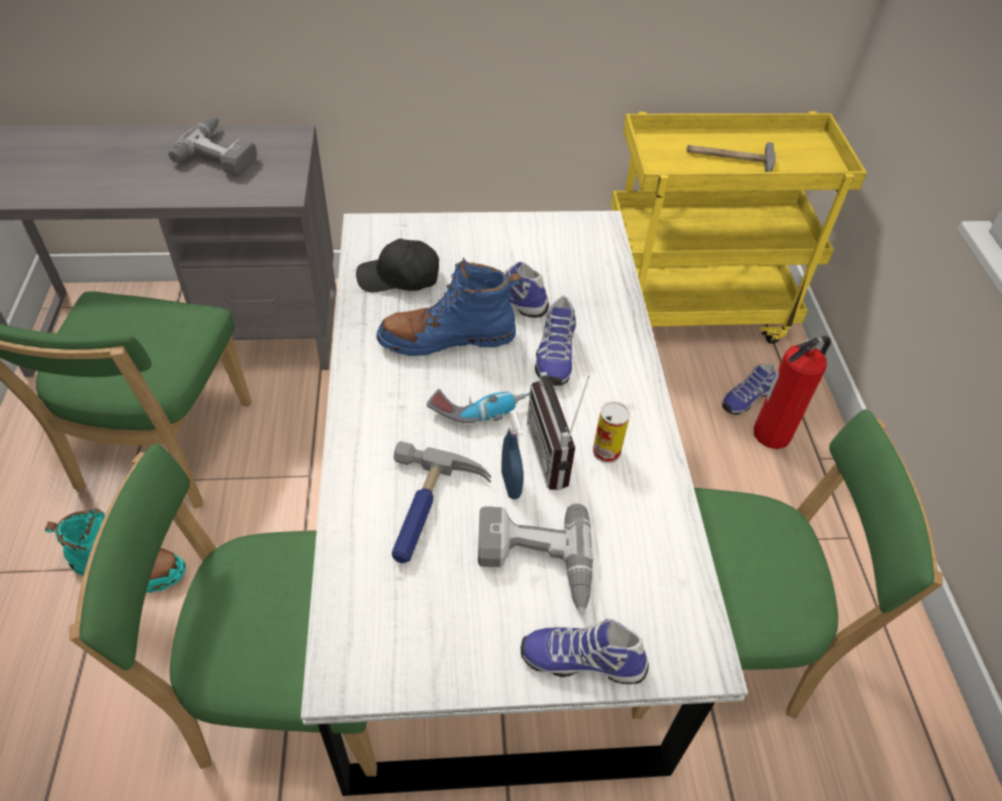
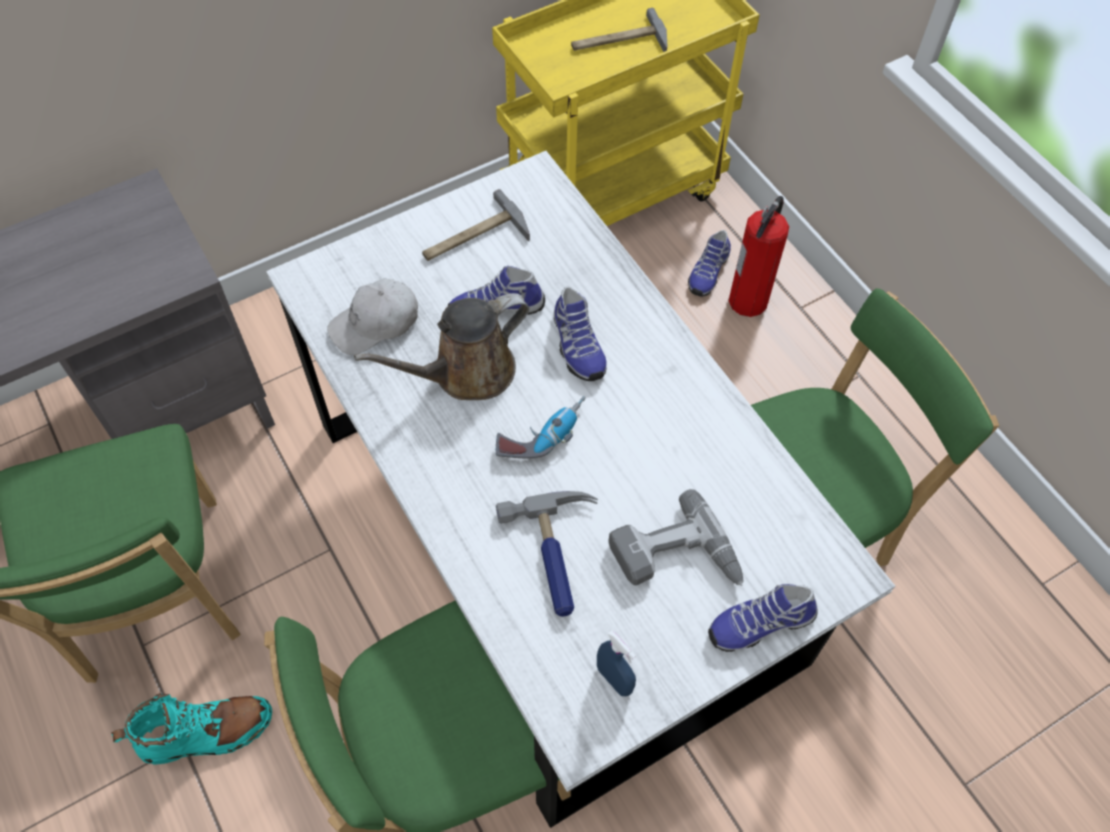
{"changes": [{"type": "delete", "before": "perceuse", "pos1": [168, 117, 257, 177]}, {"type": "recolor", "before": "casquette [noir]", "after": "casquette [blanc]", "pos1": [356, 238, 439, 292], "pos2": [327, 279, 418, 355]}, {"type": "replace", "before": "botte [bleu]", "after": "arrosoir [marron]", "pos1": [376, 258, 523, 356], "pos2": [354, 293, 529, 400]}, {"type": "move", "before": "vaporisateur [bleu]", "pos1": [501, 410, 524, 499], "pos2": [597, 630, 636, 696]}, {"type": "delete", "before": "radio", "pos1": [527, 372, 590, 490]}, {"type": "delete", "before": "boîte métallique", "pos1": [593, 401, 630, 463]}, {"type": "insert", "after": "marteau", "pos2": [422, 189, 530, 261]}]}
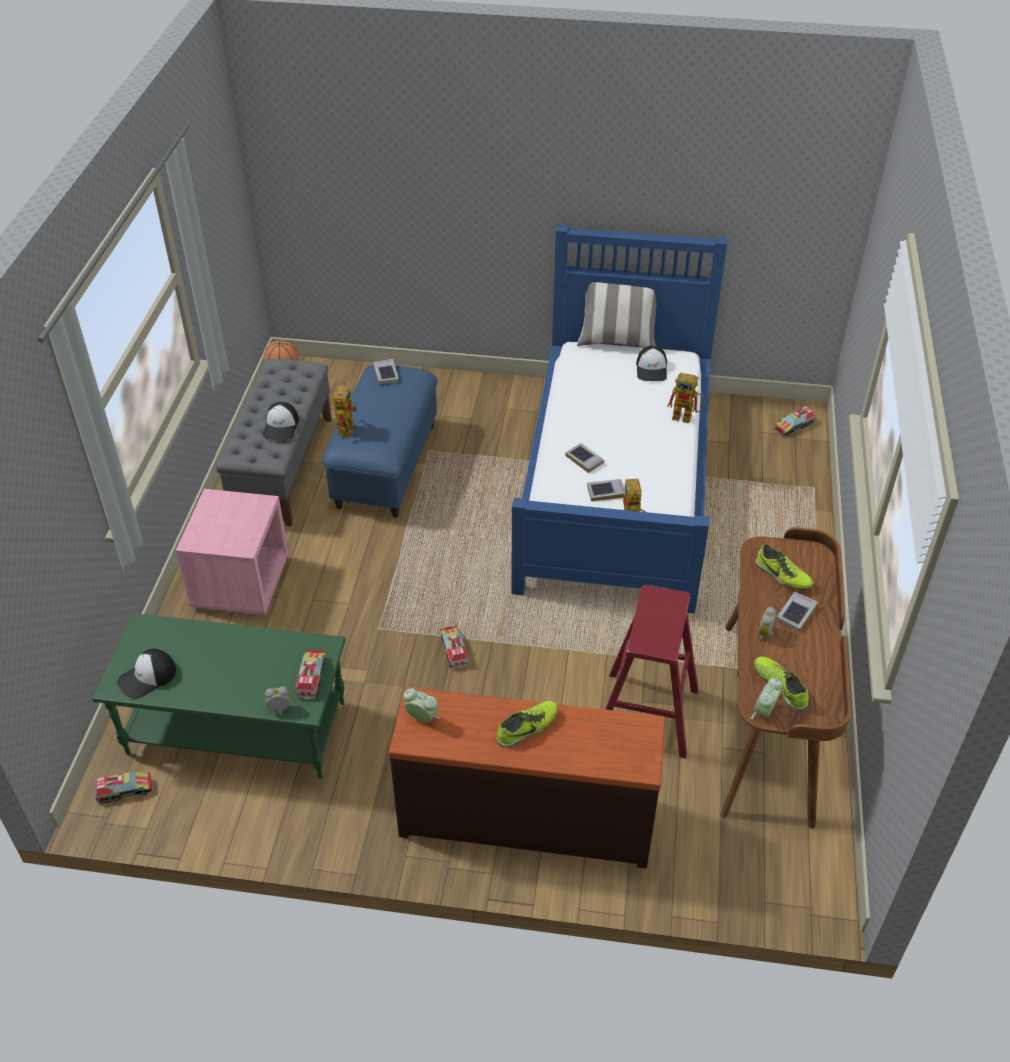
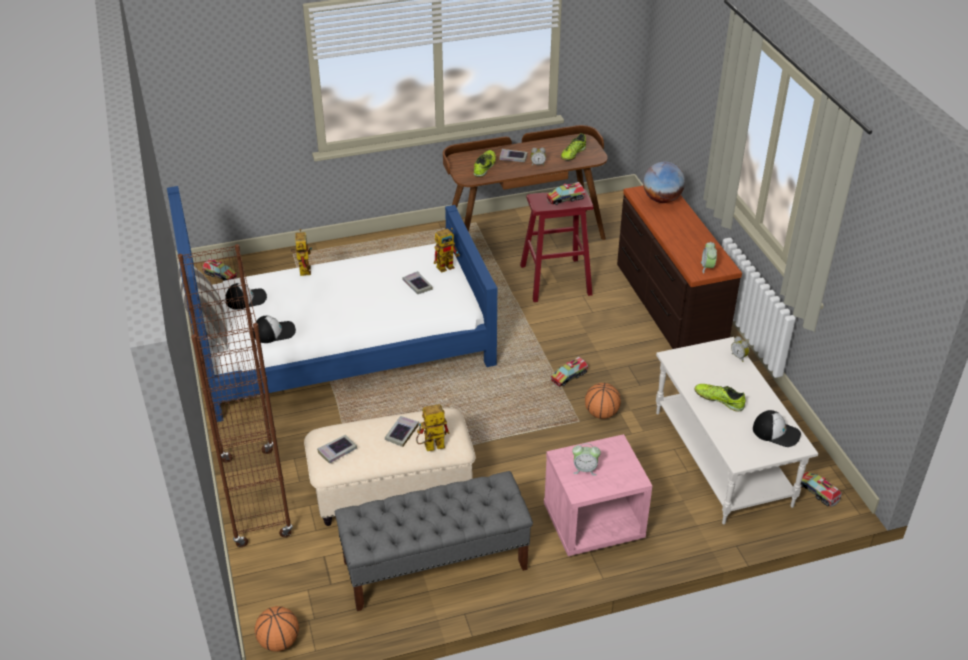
{"changes": [{"type": "recolor", "before": "table basse [vert]", "after": "table basse [blanc]", "pos1": [92, 613, 346, 779], "pos2": [656, 337, 818, 524]}, {"type": "move", "before": "casquette", "pos1": [263, 402, 299, 440], "pos2": [253, 316, 296, 343]}, {"type": "move", "before": "camion jouet", "pos1": [295, 650, 326, 700], "pos2": [547, 182, 585, 205]}, {"type": "recolor", "before": "pouf [bleu]", "after": "pouf [beige]", "pos1": [322, 365, 438, 518], "pos2": [304, 408, 476, 526]}, {"type": "move", "before": "chaussure", "pos1": [497, 701, 558, 747], "pos2": [695, 384, 746, 412]}, {"type": "move", "before": "livre", "pos1": [565, 443, 604, 473], "pos2": [385, 416, 419, 447]}, {"type": "move", "before": "réveil", "pos1": [751, 678, 782, 719], "pos2": [572, 443, 601, 476]}, {"type": "insert", "after": "bibliothèque [marron]", "pos2": [178, 244, 293, 547]}, {"type": "insert", "after": "ballon de basket", "pos2": [585, 383, 621, 419]}, {"type": "insert", "after": "globe", "pos2": [643, 162, 685, 203]}]}
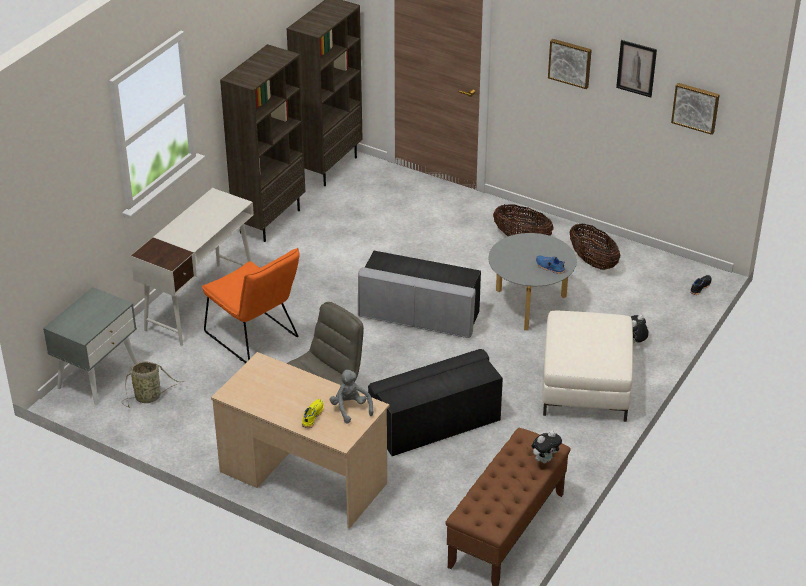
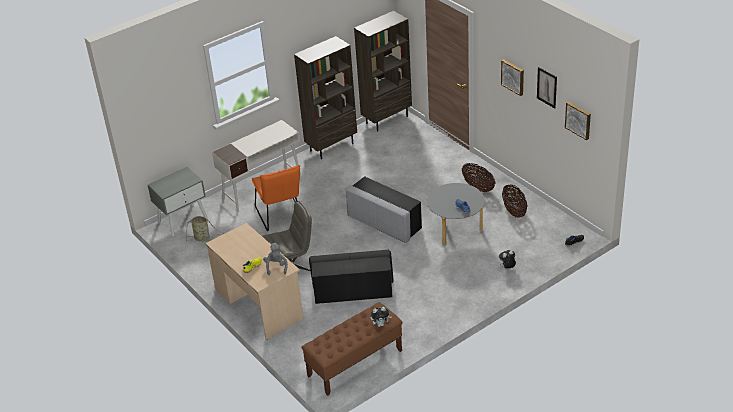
{"changes": [{"type": "delete", "before": "pouf [blanc]", "pos1": [542, 311, 633, 422]}]}
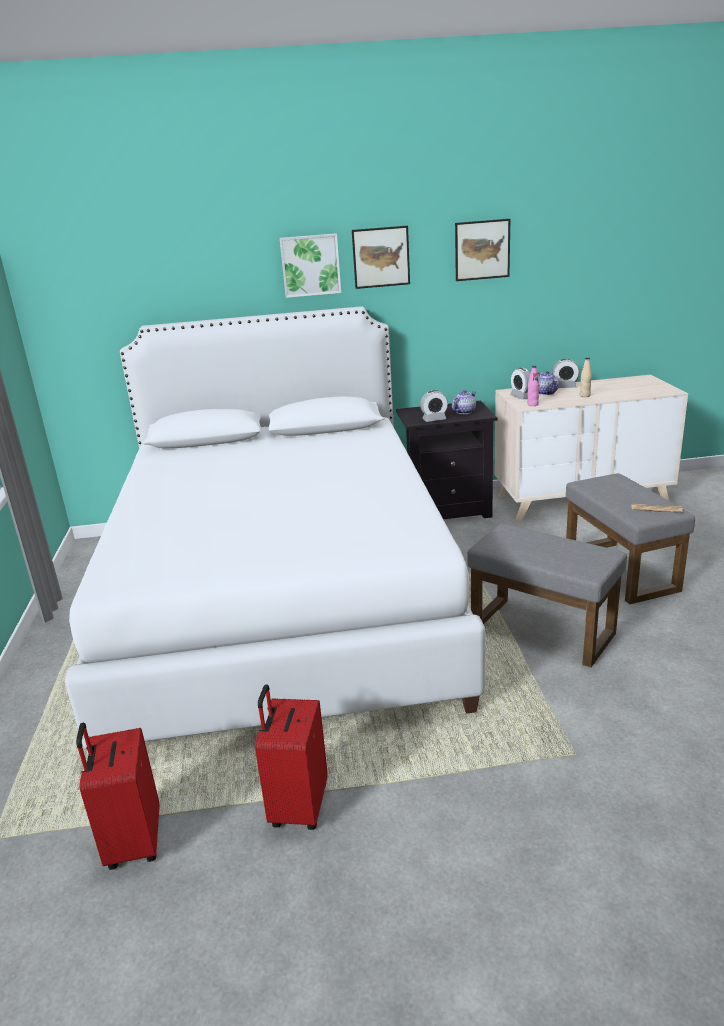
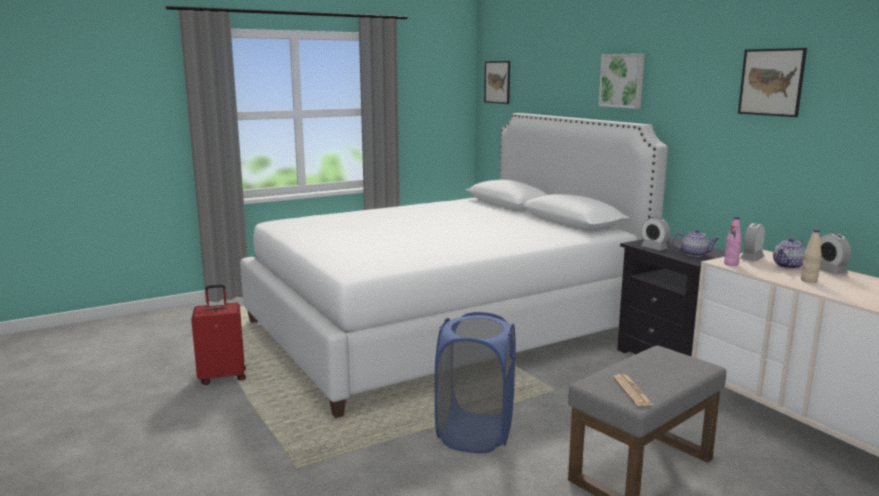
{"changes": [{"type": "delete", "before": "valise [rouge]", "pos1": [76, 723, 159, 870]}, {"type": "move", "before": "tableau", "pos1": [352, 226, 410, 289], "pos2": [484, 61, 510, 104]}, {"type": "replace", "before": "pouf [gris]", "after": "panier à linge [bleu]", "pos1": [467, 524, 627, 667], "pos2": [435, 312, 515, 453]}]}
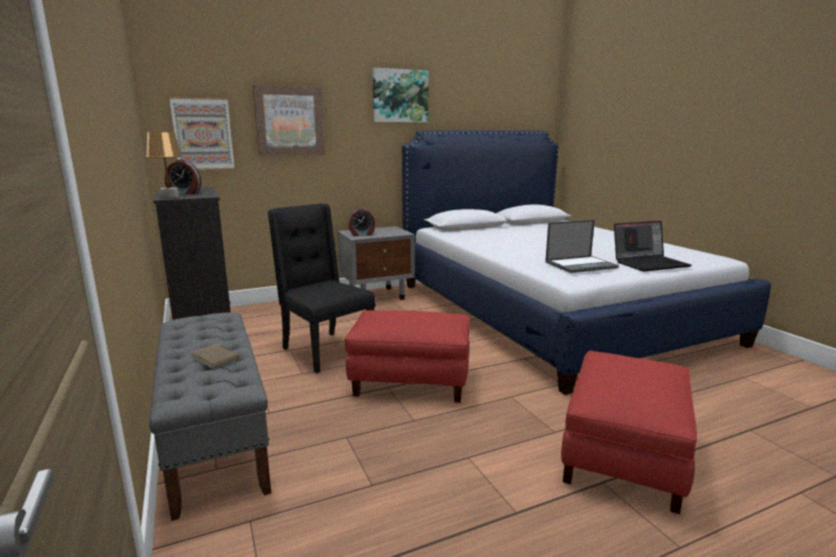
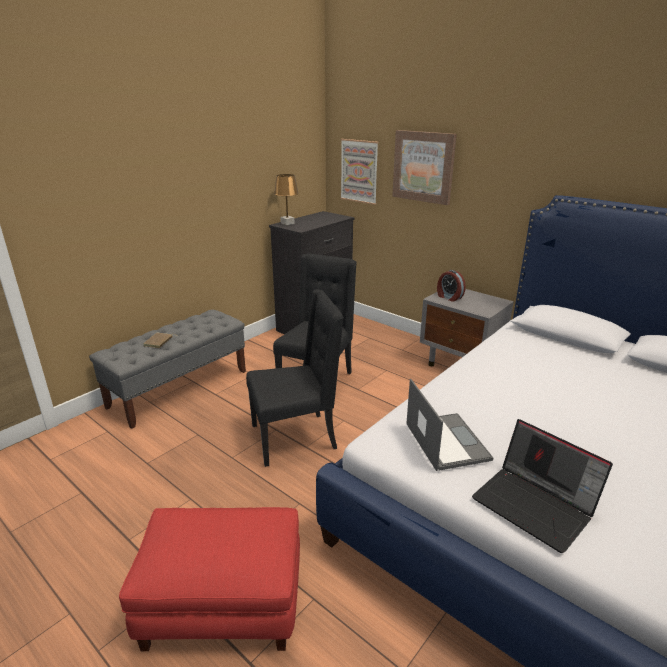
{"changes": [{"type": "delete", "before": "réveil", "pos1": [165, 160, 201, 195]}, {"type": "replace", "before": "pouf [rouge]", "after": "chaise [noir]", "pos1": [345, 310, 470, 403], "pos2": [246, 289, 344, 467]}, {"type": "delete", "before": "tableau", "pos1": [372, 68, 429, 122]}, {"type": "rotate", "before": "ordinateur portable", "pos1": [545, 220, 619, 273], "pos2": [406, 379, 493, 471], "turn": -150}]}
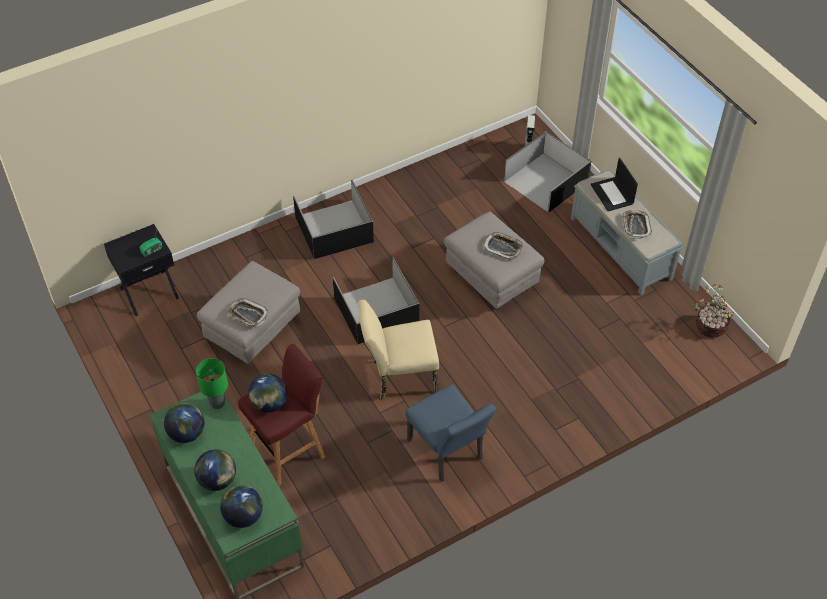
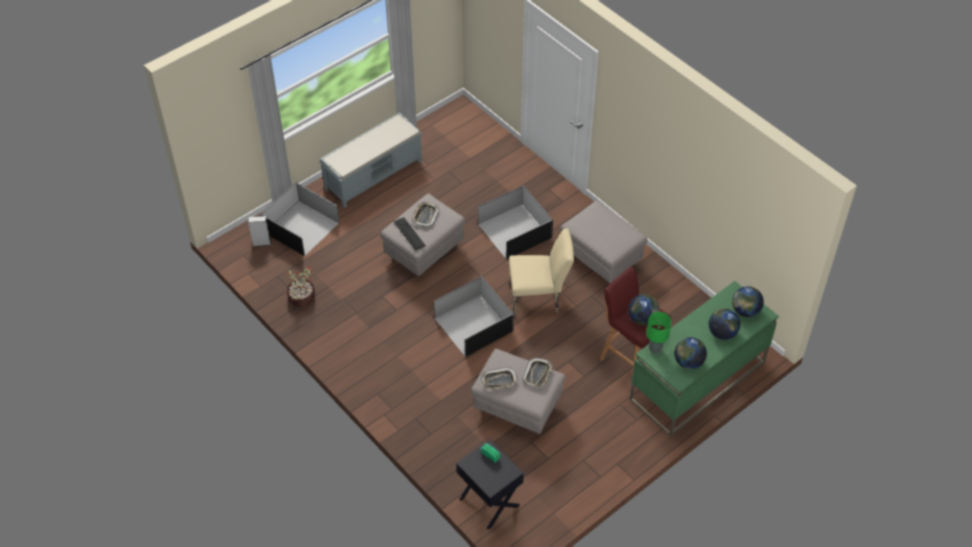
{"changes": [{"type": "move", "before": "boîte de rangement [noir]", "pos1": [293, 180, 374, 259], "pos2": [478, 186, 553, 259]}, {"type": "rotate", "before": "chaise [beige]", "pos1": [358, 300, 439, 400], "pos2": [509, 228, 574, 317], "turn": -75}, {"type": "replace", "before": "chaise [bleu]", "after": "pouf [gris]", "pos1": [405, 384, 497, 482], "pos2": [560, 201, 647, 284]}, {"type": "delete", "before": "ordinateur portable", "pos1": [591, 158, 638, 211]}, {"type": "move", "before": "plateau", "pos1": [622, 210, 652, 239], "pos2": [481, 367, 518, 391]}, {"type": "move", "before": "plante en pot", "pos1": [693, 284, 734, 338], "pos2": [287, 267, 315, 307]}, {"type": "insert", "after": "clavier", "pos2": [394, 217, 426, 251]}]}
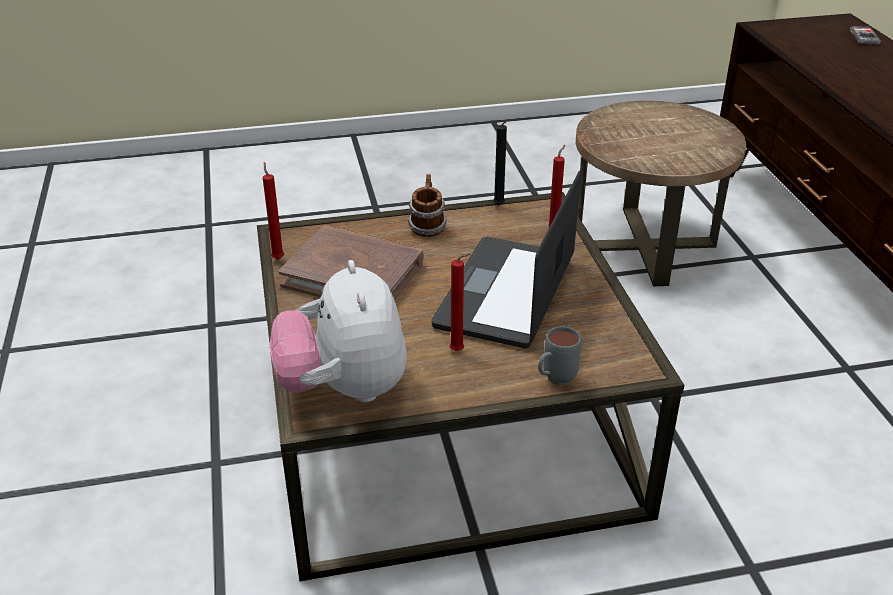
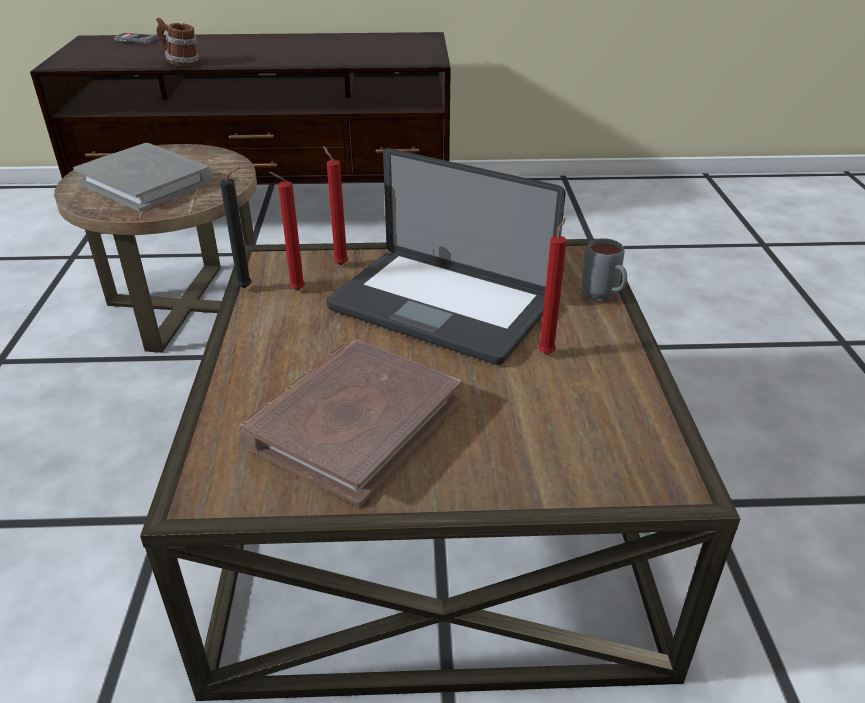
{"changes": [{"type": "move", "before": "bougie [rouge]", "pos1": [263, 162, 284, 259], "pos2": [269, 172, 305, 290]}, {"type": "delete", "before": "peluche", "pos1": [270, 260, 407, 402]}, {"type": "move", "before": "mug", "pos1": [408, 174, 447, 237], "pos2": [156, 18, 199, 66]}, {"type": "insert", "after": "livre [gris]", "pos2": [73, 143, 212, 212]}]}
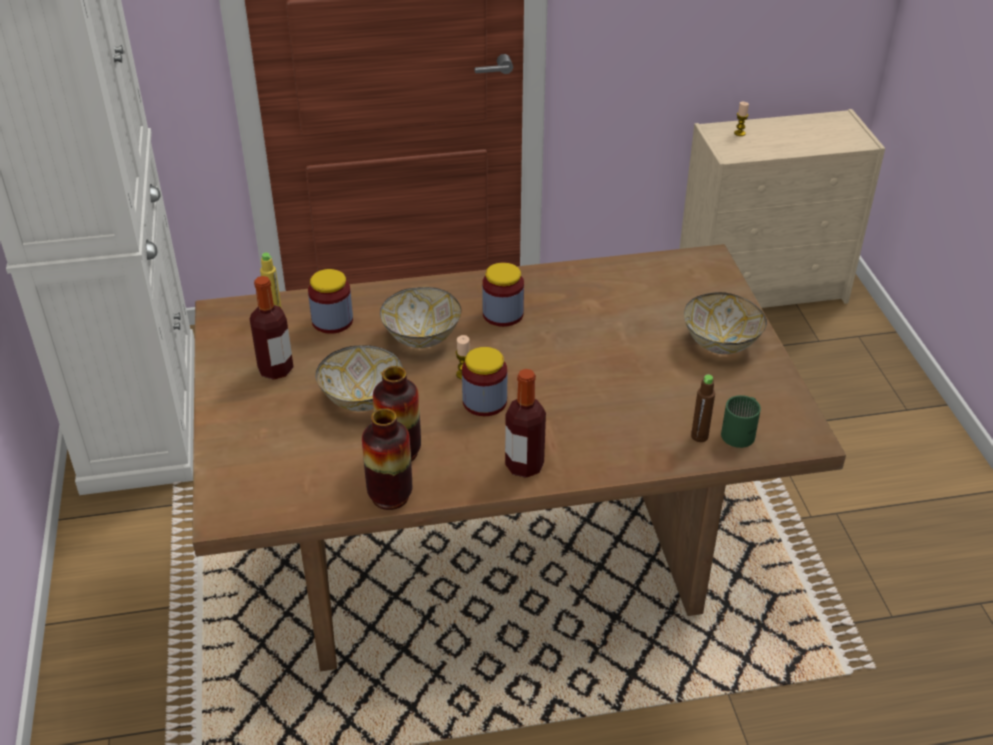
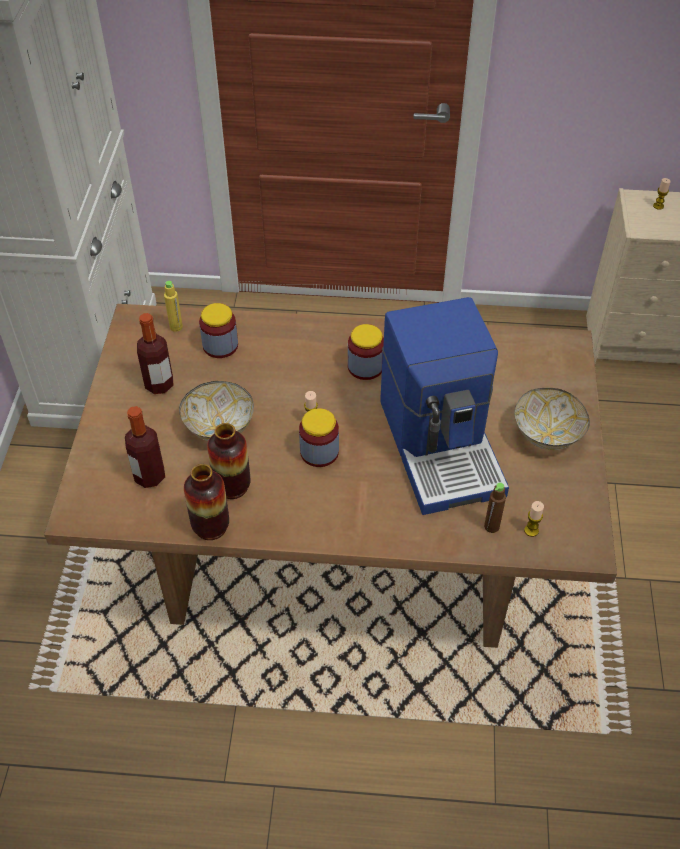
{"changes": [{"type": "delete", "before": "bol", "pos1": [380, 287, 461, 348]}, {"type": "move", "before": "bouteille", "pos1": [505, 369, 546, 478], "pos2": [125, 406, 165, 488]}, {"type": "replace", "before": "mug [vert]", "after": "bougie", "pos1": [721, 395, 761, 448], "pos2": [524, 501, 544, 537]}, {"type": "insert", "after": "machine à café", "pos2": [380, 297, 509, 515]}]}
